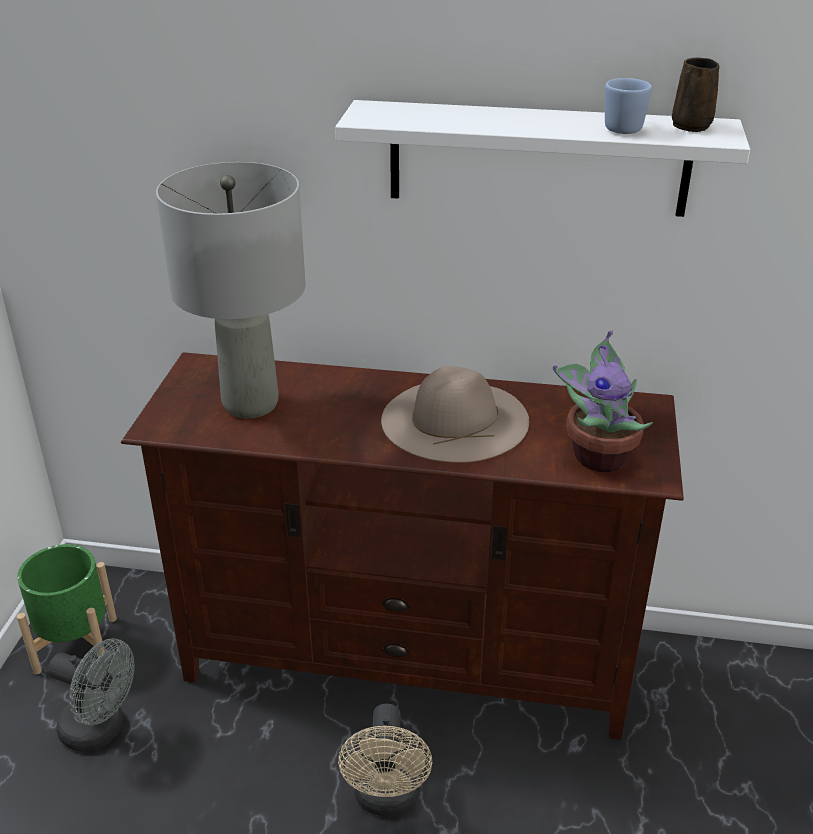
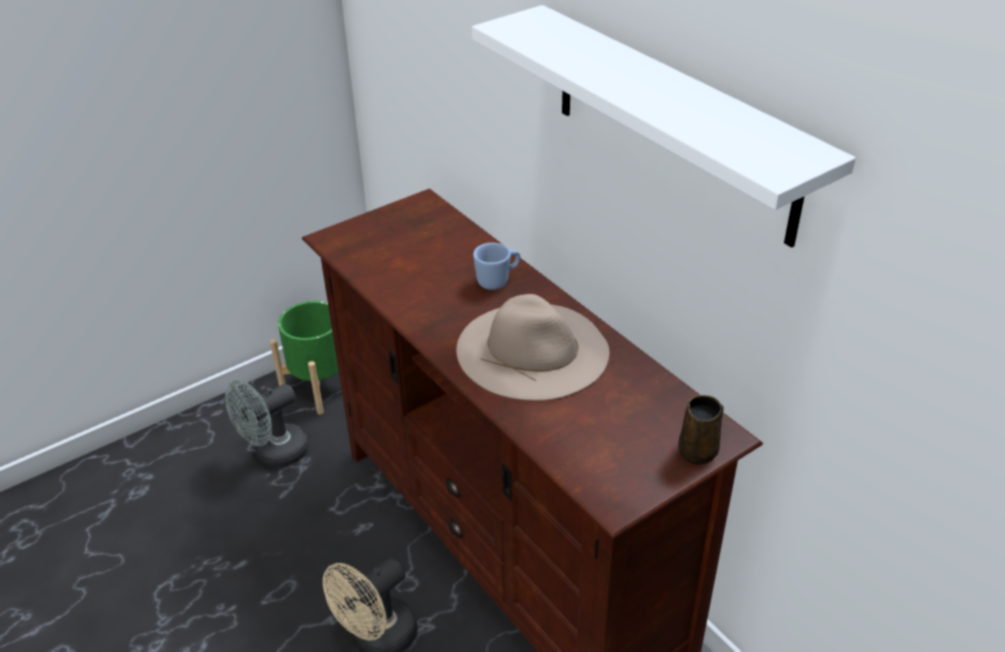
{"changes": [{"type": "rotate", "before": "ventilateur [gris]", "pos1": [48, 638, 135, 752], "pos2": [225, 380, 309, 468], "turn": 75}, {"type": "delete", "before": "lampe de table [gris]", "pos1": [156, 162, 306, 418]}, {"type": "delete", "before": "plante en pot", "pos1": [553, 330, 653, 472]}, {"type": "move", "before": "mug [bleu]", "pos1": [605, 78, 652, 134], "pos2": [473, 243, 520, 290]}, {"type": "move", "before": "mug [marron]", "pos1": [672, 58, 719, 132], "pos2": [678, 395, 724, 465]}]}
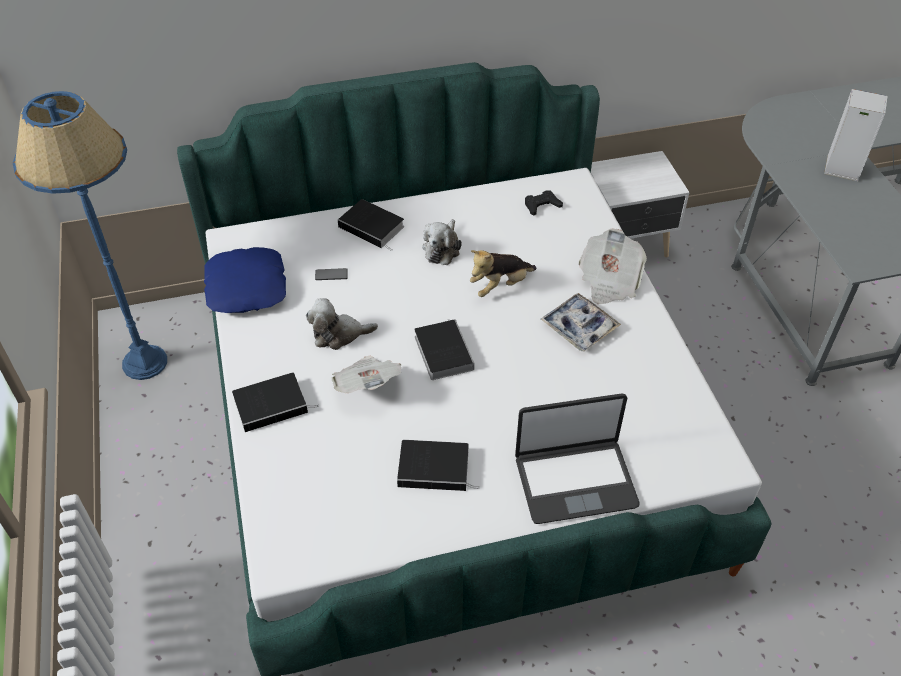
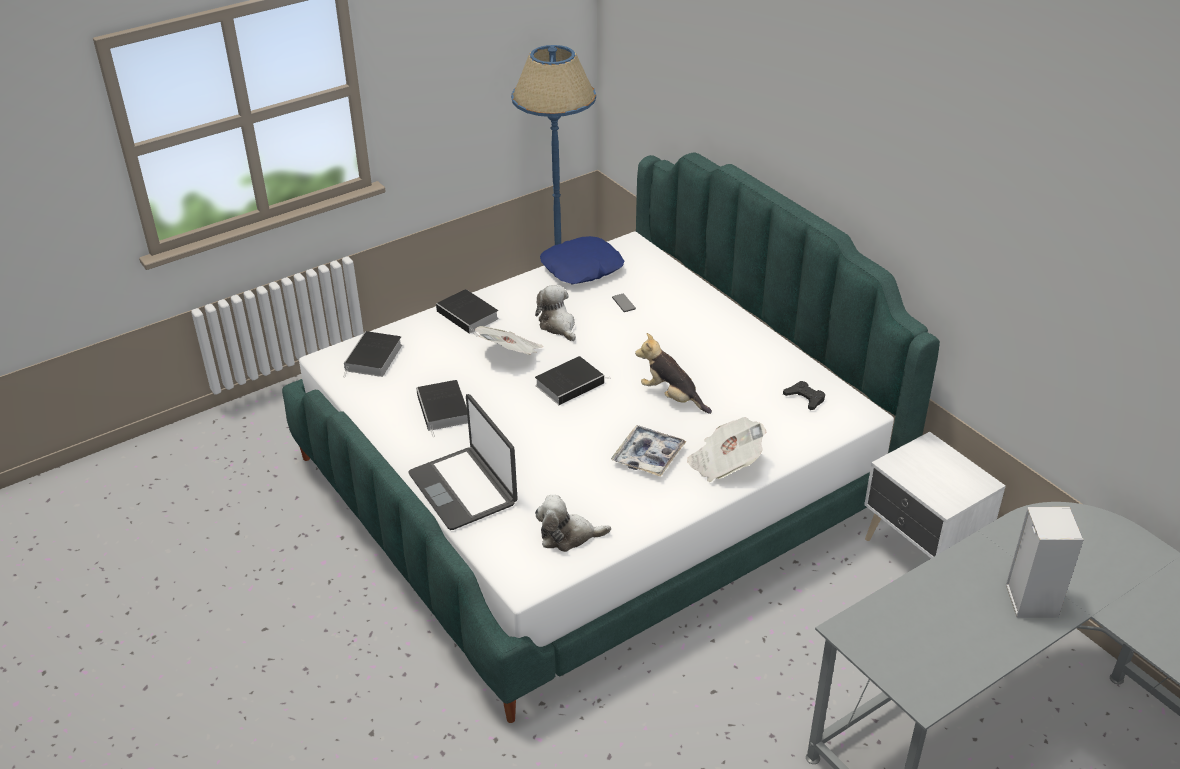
{"changes": [{"type": "move", "before": "livre", "pos1": [338, 199, 404, 251], "pos2": [343, 331, 402, 378]}, {"type": "move", "before": "peluche", "pos1": [422, 219, 462, 265], "pos2": [535, 495, 611, 552]}]}
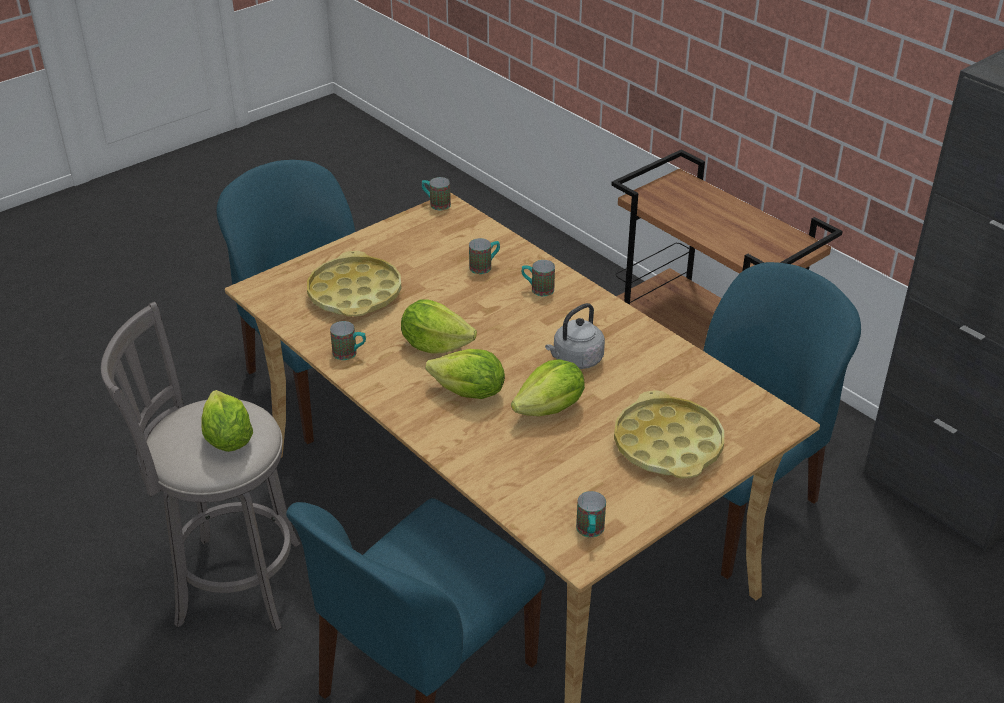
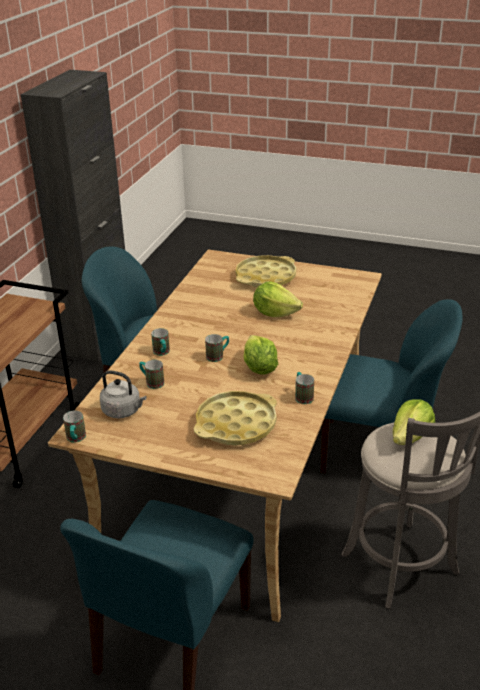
{"changes": [{"type": "delete", "before": "laitue", "pos1": [426, 349, 505, 399]}, {"type": "move", "before": "bouilloire [gris]", "pos1": [545, 303, 605, 369], "pos2": [100, 370, 147, 418]}, {"type": "move", "before": "mug", "pos1": [576, 491, 606, 537], "pos2": [205, 334, 229, 362]}]}
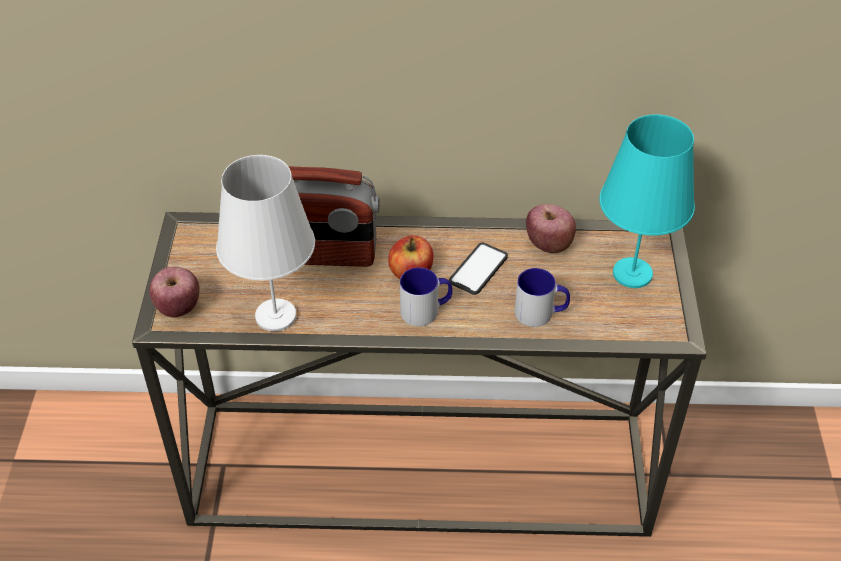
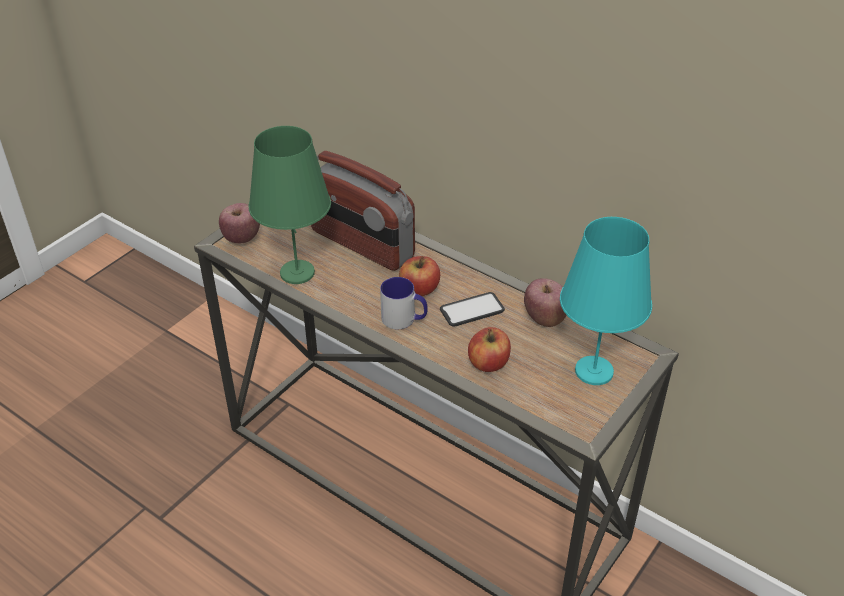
{"changes": [{"type": "recolor", "before": "lampe de table [blanc]", "after": "lampe de table [vert]", "pos1": [216, 155, 315, 332], "pos2": [249, 126, 331, 284]}, {"type": "replace", "before": "mug", "after": "pomme", "pos1": [515, 268, 570, 327], "pos2": [468, 327, 511, 372]}]}
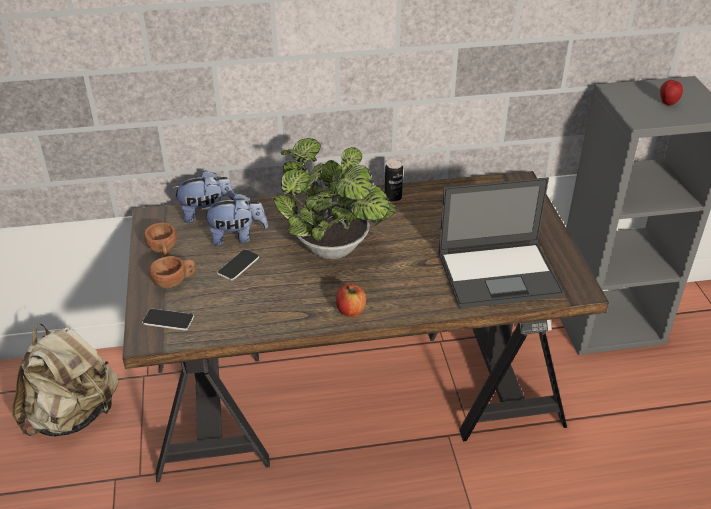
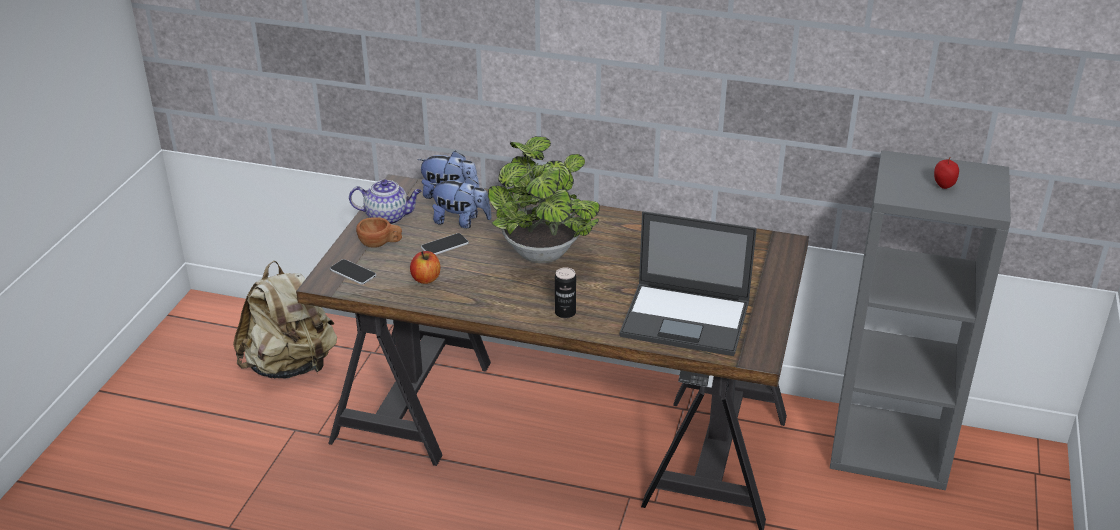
{"changes": [{"type": "replace", "before": "tasse [marron]", "after": "théière", "pos1": [144, 222, 177, 257], "pos2": [349, 180, 422, 225]}, {"type": "move", "before": "pomme", "pos1": [336, 283, 366, 317], "pos2": [410, 251, 440, 284]}, {"type": "move", "before": "boîte métallique", "pos1": [385, 159, 403, 202], "pos2": [555, 267, 576, 318]}]}
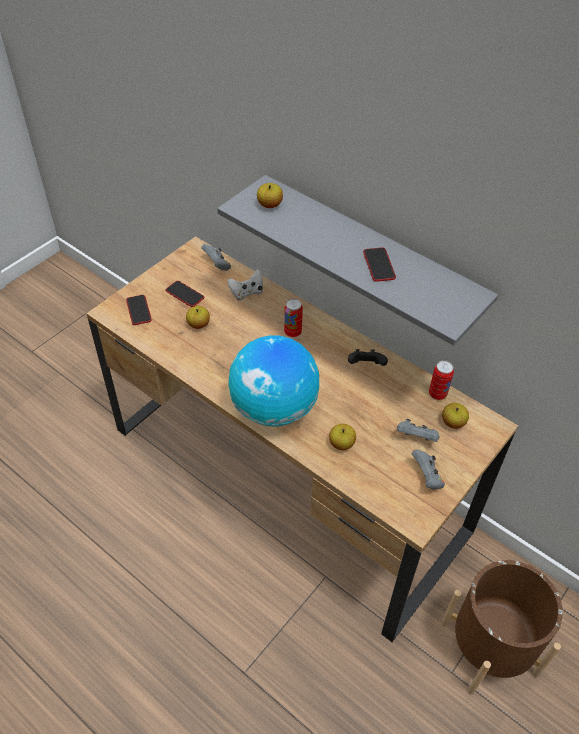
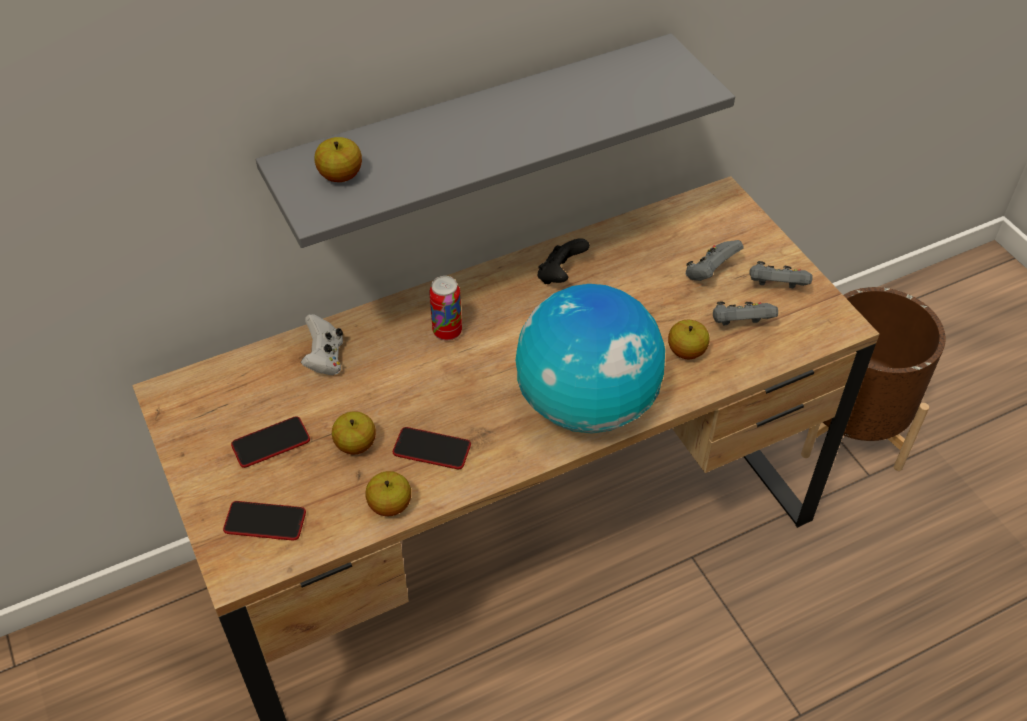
{"changes": [{"type": "move", "before": "manette [gris]", "pos1": [201, 244, 231, 271], "pos2": [713, 302, 778, 326]}, {"type": "move", "before": "téléphone", "pos1": [363, 247, 396, 282], "pos2": [393, 427, 471, 469]}, {"type": "delete", "before": "boîte métallique", "pos1": [429, 360, 454, 400]}, {"type": "move", "before": "pomme", "pos1": [442, 403, 469, 429], "pos2": [365, 471, 411, 516]}]}
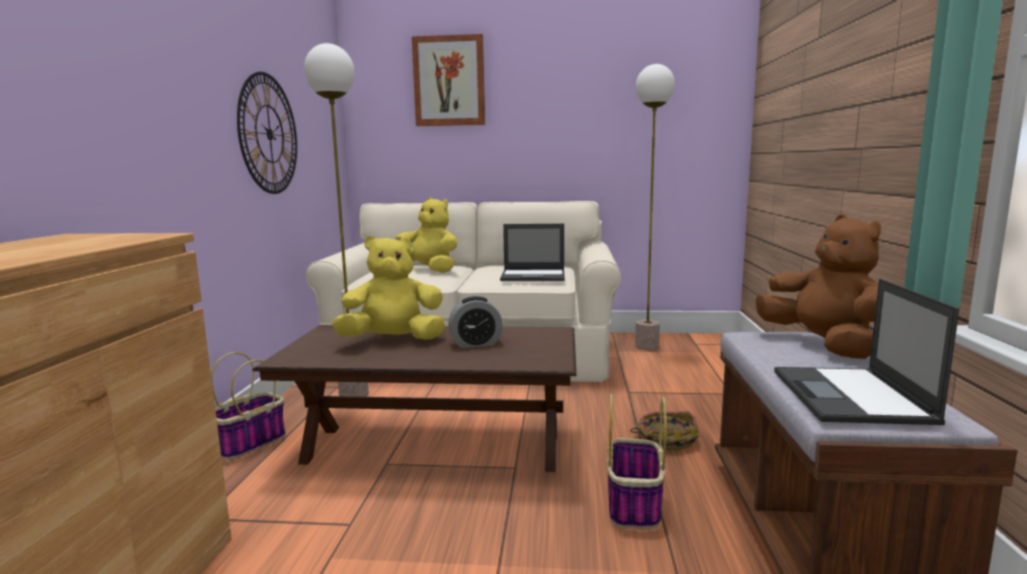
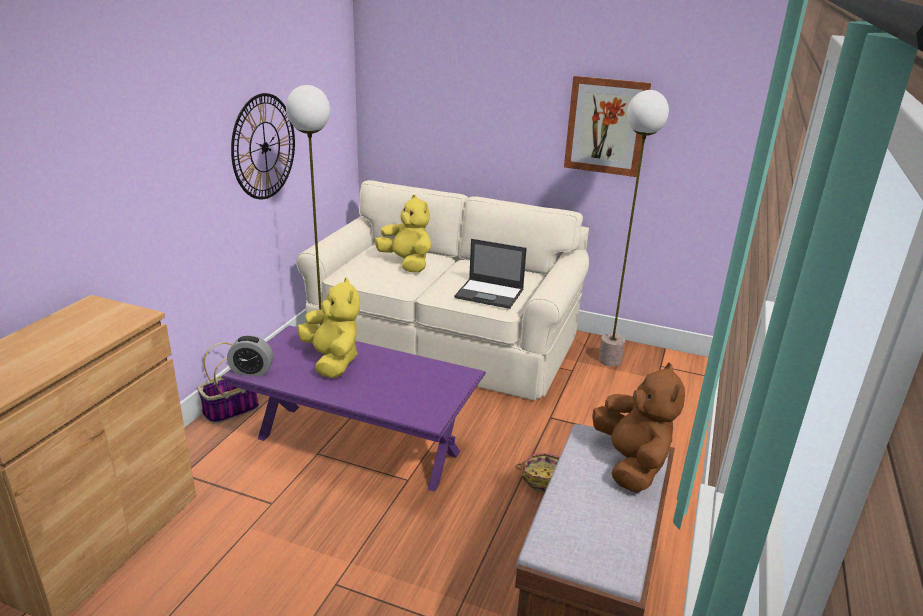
{"changes": [{"type": "recolor", "before": "table basse [marron]", "after": "table basse [violet]", "pos1": [252, 325, 577, 472], "pos2": [221, 325, 486, 492]}, {"type": "rotate", "before": "peluche [jaune]", "pos1": [332, 236, 445, 340], "pos2": [298, 277, 360, 378], "turn": 60}, {"type": "move", "before": "tableau", "pos1": [412, 34, 485, 126], "pos2": [564, 76, 651, 177]}, {"type": "move", "before": "réveil", "pos1": [448, 296, 503, 348], "pos2": [227, 335, 274, 376]}, {"type": "delete", "before": "panier", "pos1": [607, 394, 667, 529]}, {"type": "delete", "before": "ordinateur portable", "pos1": [774, 279, 959, 425]}]}
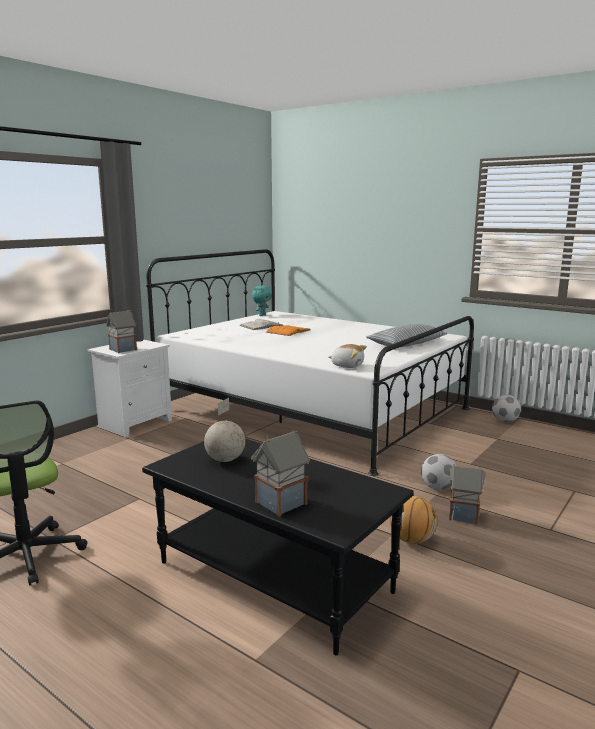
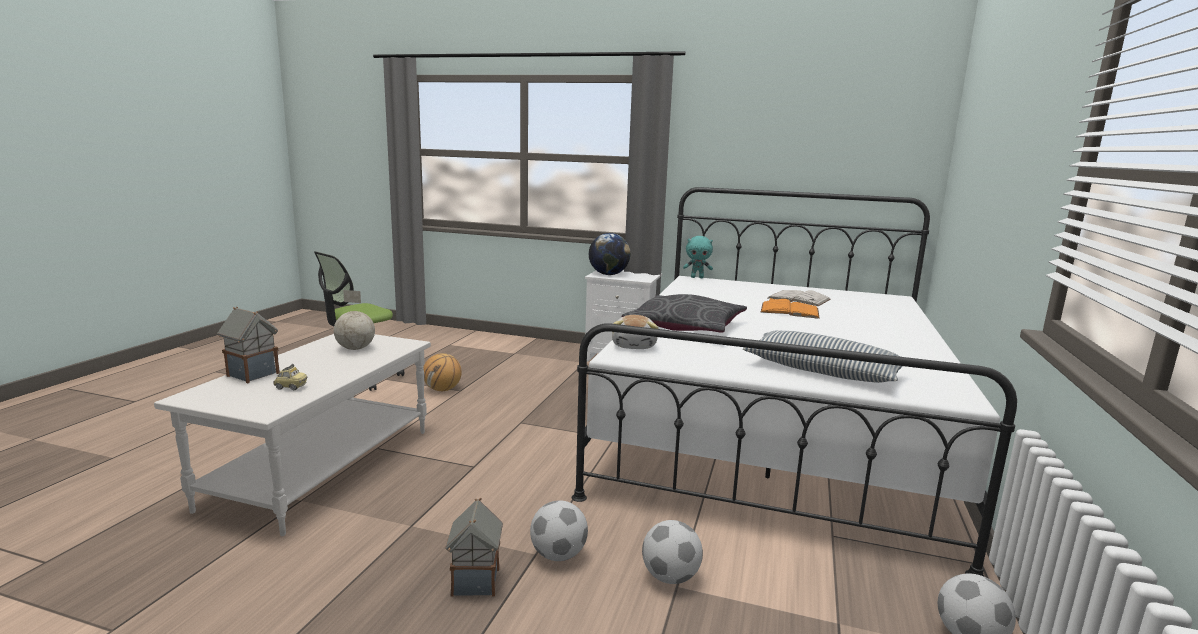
{"changes": [{"type": "replace", "before": "maison miniature", "after": "globe", "pos1": [105, 310, 137, 354], "pos2": [589, 233, 630, 275]}, {"type": "recolor", "before": "table basse [noir]", "after": "table basse [blanc]", "pos1": [142, 439, 414, 656], "pos2": [154, 334, 431, 536]}, {"type": "move", "before": "peluche [turquoise]", "pos1": [252, 285, 272, 316], "pos2": [683, 236, 713, 278]}, {"type": "move", "before": "ballon de basket", "pos1": [390, 496, 437, 544], "pos2": [423, 353, 462, 391]}, {"type": "insert", "after": "petite voiture", "pos2": [273, 364, 307, 390]}, {"type": "insert", "after": "coussin [gris]", "pos2": [622, 294, 747, 333]}, {"type": "insert", "after": "ballon de foot", "pos2": [642, 520, 703, 584]}]}
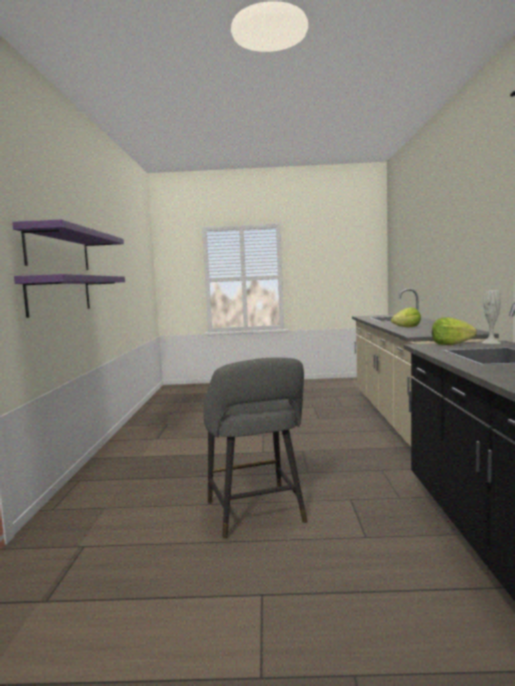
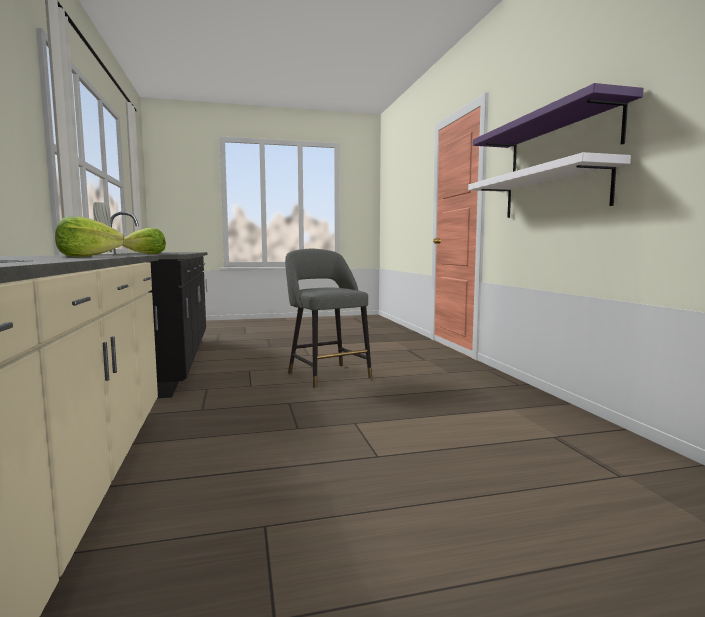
{"changes": [{"type": "recolor", "before": "étagère [violet]", "after": "étagère [blanc]", "pos1": [14, 274, 125, 318], "pos2": [468, 152, 631, 218]}]}
